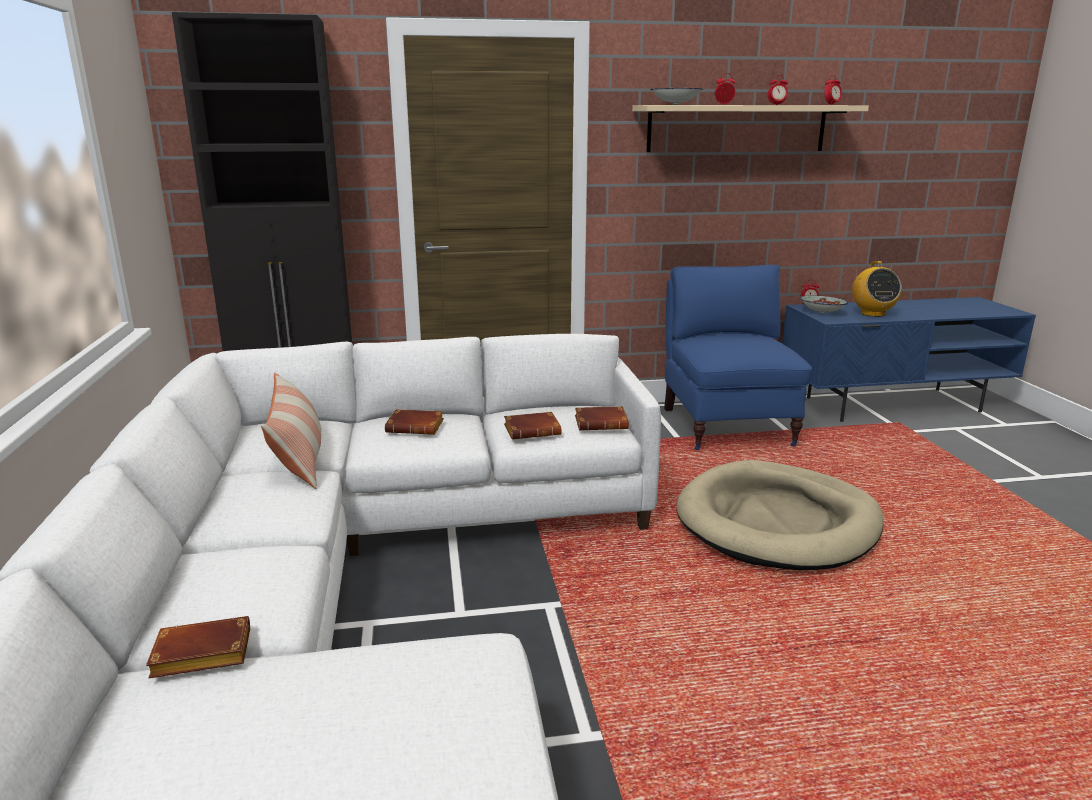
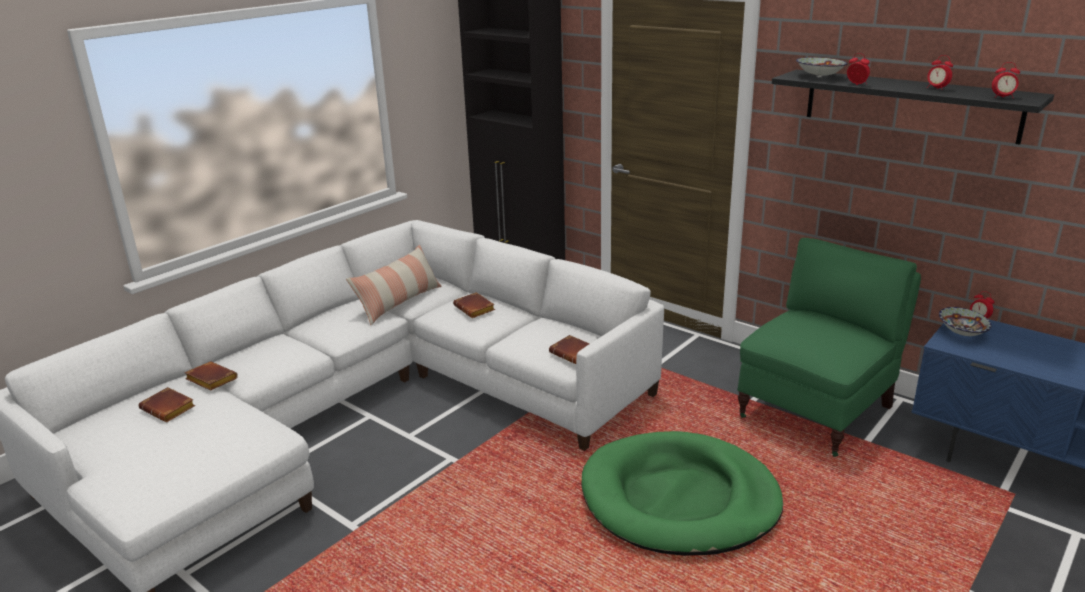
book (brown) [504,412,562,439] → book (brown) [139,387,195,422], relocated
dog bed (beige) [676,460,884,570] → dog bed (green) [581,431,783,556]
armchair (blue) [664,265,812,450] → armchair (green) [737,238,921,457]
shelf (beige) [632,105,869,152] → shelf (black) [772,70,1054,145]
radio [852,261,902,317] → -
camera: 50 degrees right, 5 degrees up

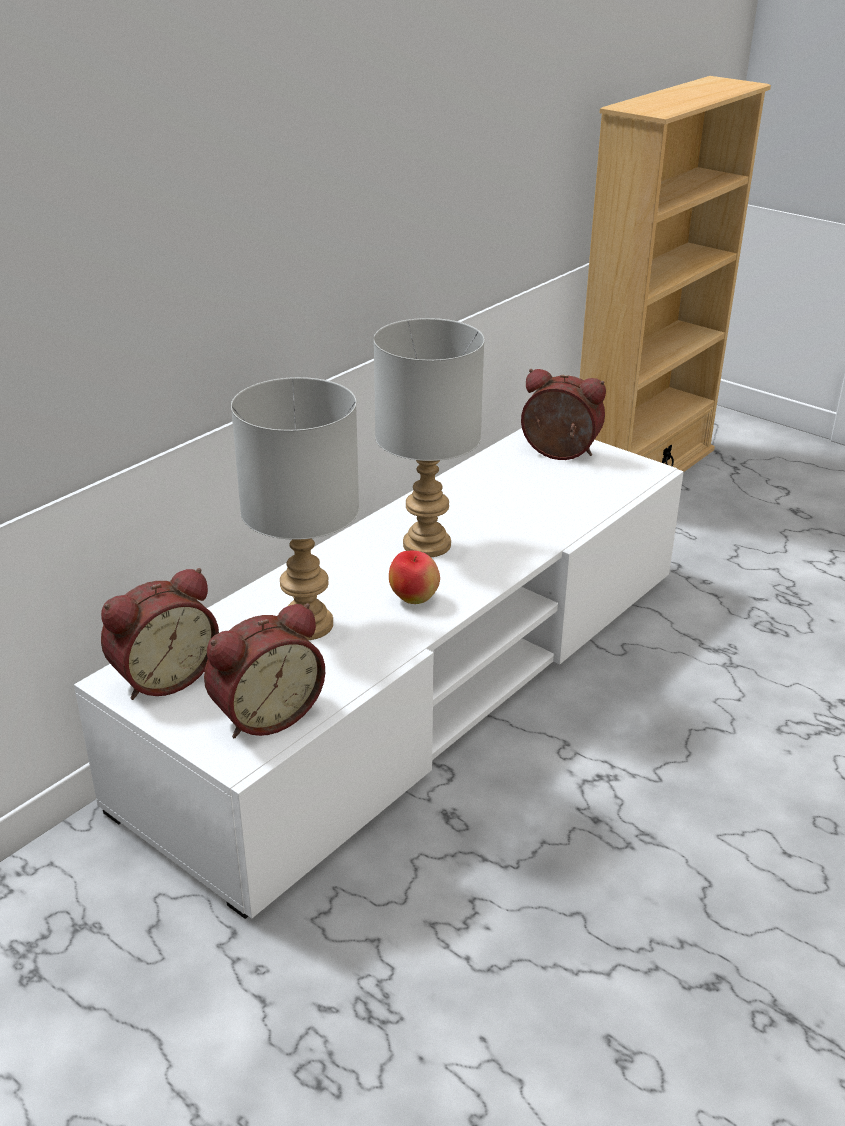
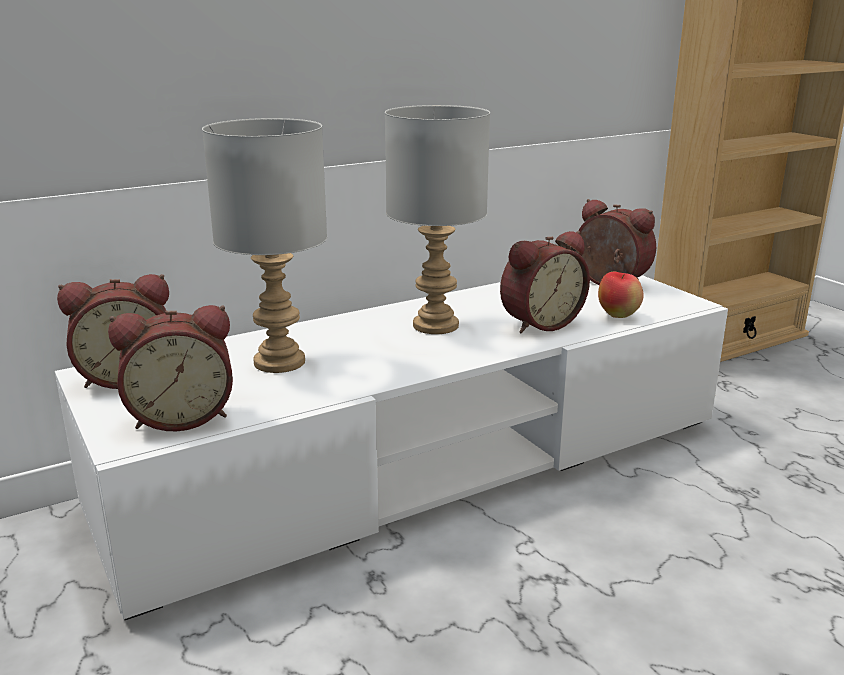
- → alarm clock [500,231,590,333]
apple [389,551,440,604] → apple [598,272,644,318], relocated
camera: 20 degrees right, 10 degrees down

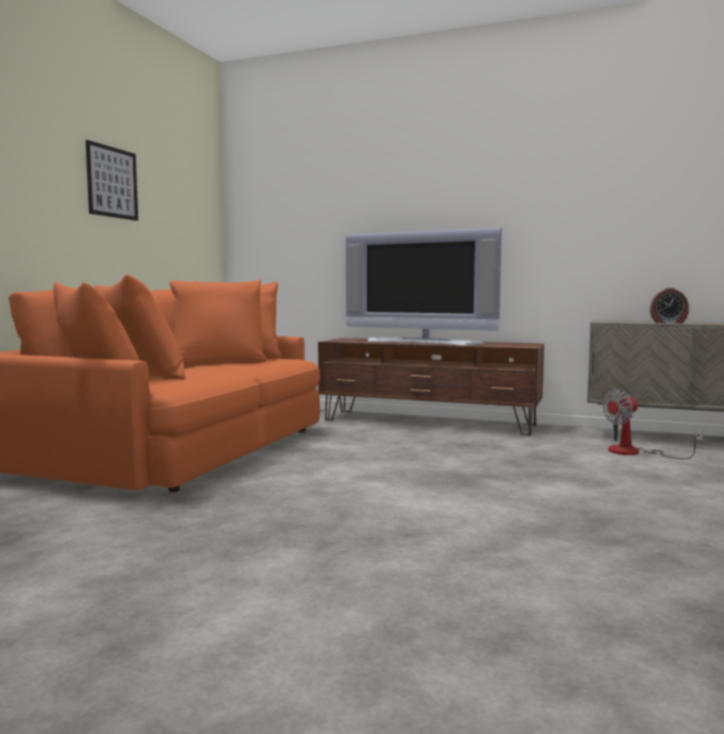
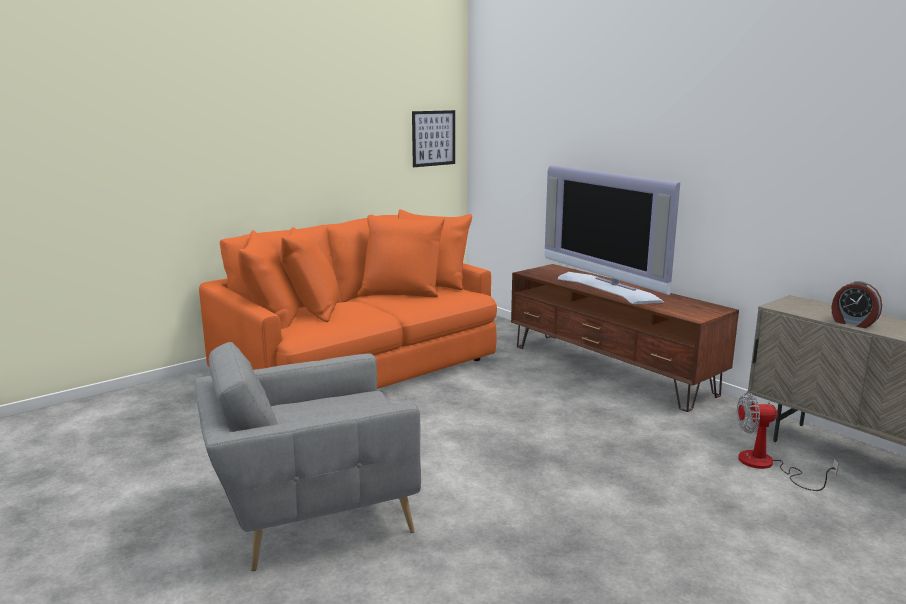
- → armchair (grey) [195,342,421,571]
picture [86,140,138,221] → picture [412,110,455,167], relocated
camera: 30 degrees right, 10 degrees up

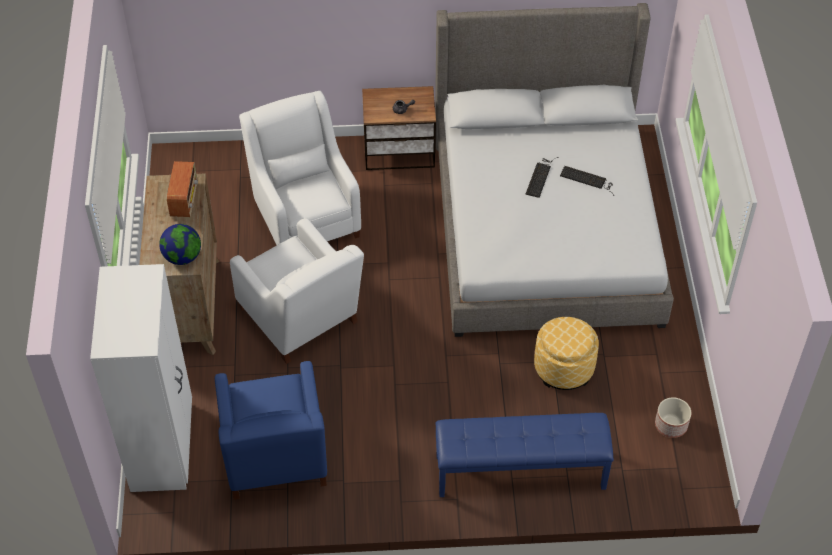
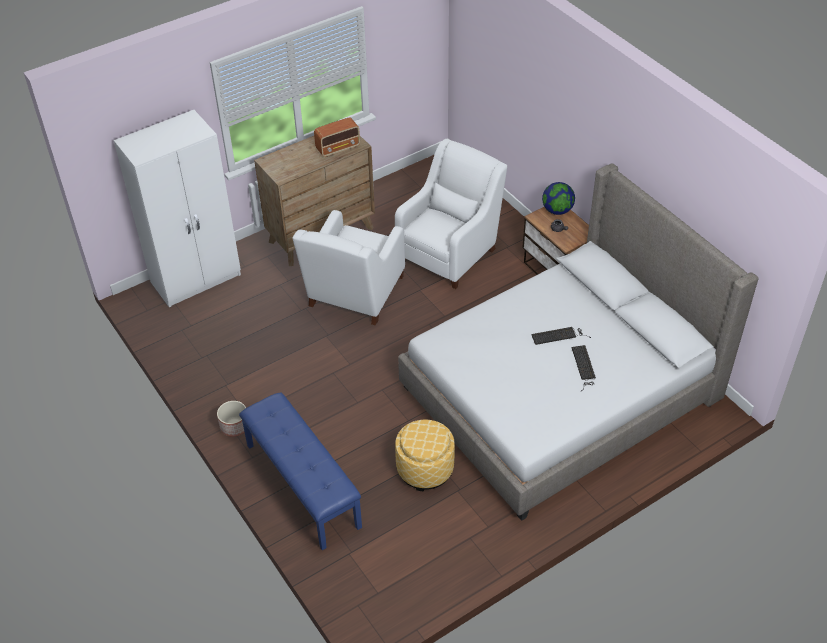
planter [655,397,691,438] → planter [217,401,246,437], relocated
globe [159,224,201,265] → globe [542,182,575,215], relocated
armchair (blue) [215,361,327,500] → -
camera: 60 degrees right, 5 degrees down

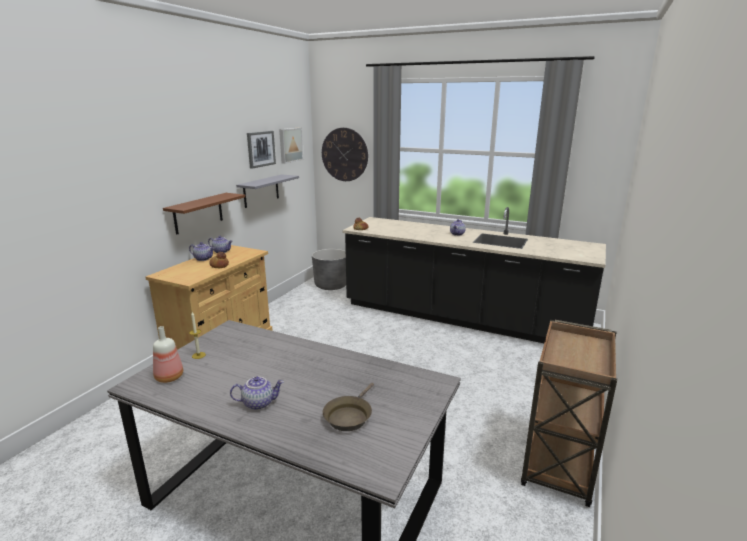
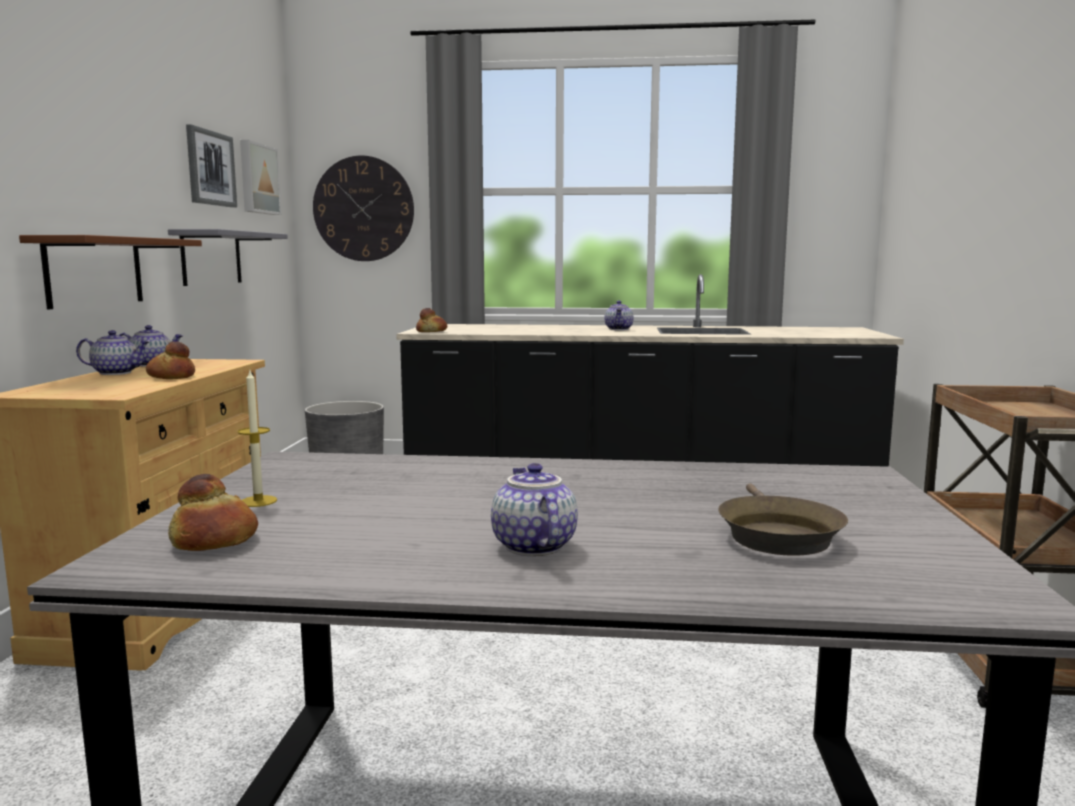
bottle [153,326,183,383] → bread [168,474,258,551]
teapot [230,376,284,410] → teapot [491,463,578,556], 75 degrees counterclockwise
camera: 20 degrees left, 10 degrees down

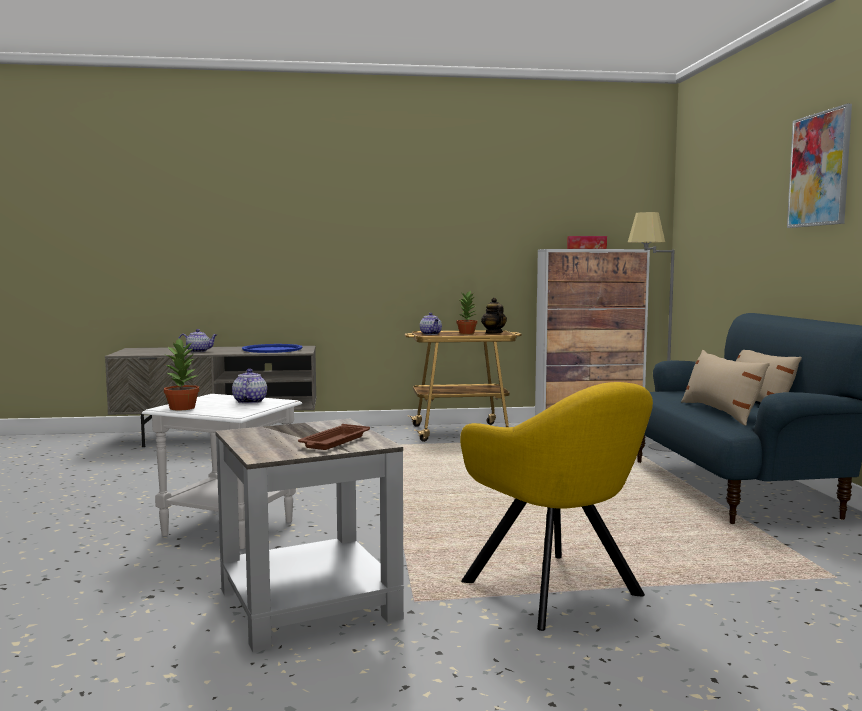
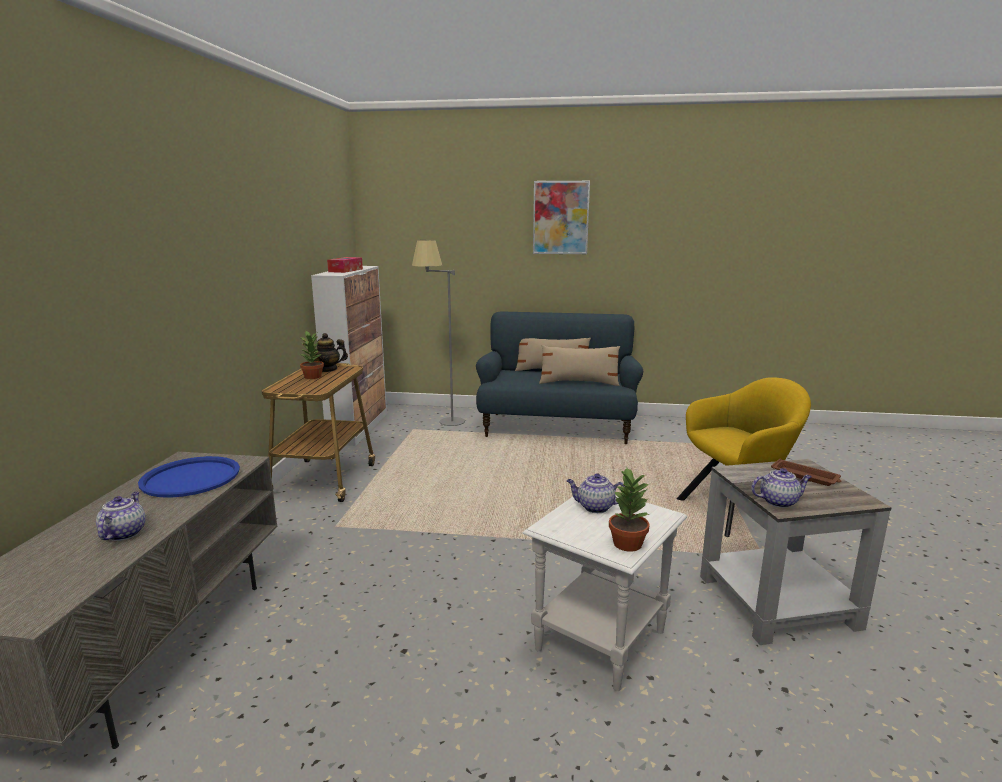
teapot [420,313,442,335] → teapot [751,468,812,508], relocated
camera: 75 degrees left, 10 degrees up

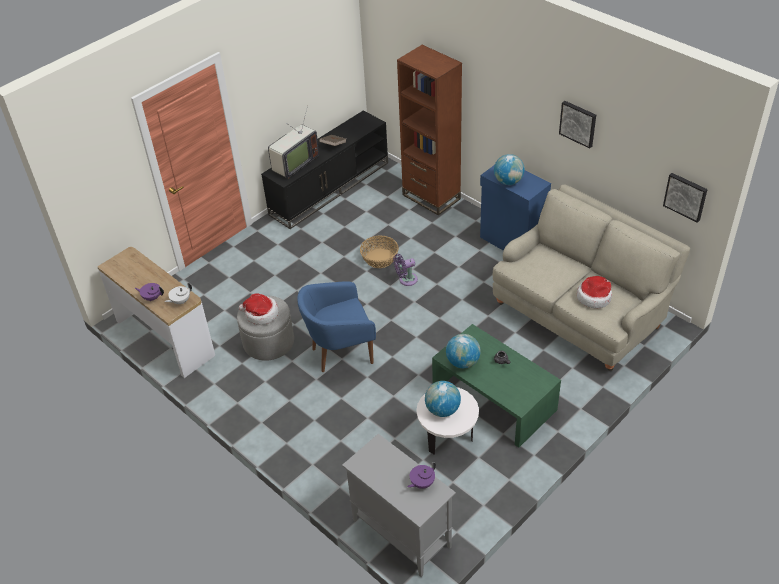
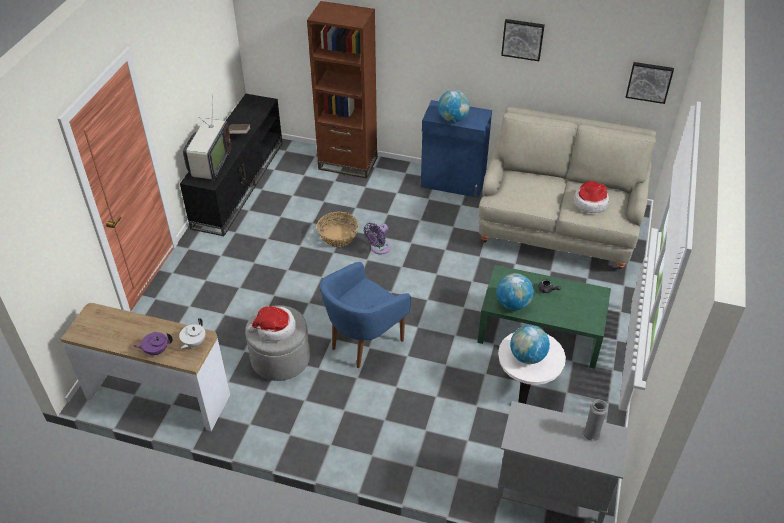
teapot (purple) [407,462,436,489] → vase (grey) [582,400,608,441]
camera: 30 degrees left, 0 degrees up

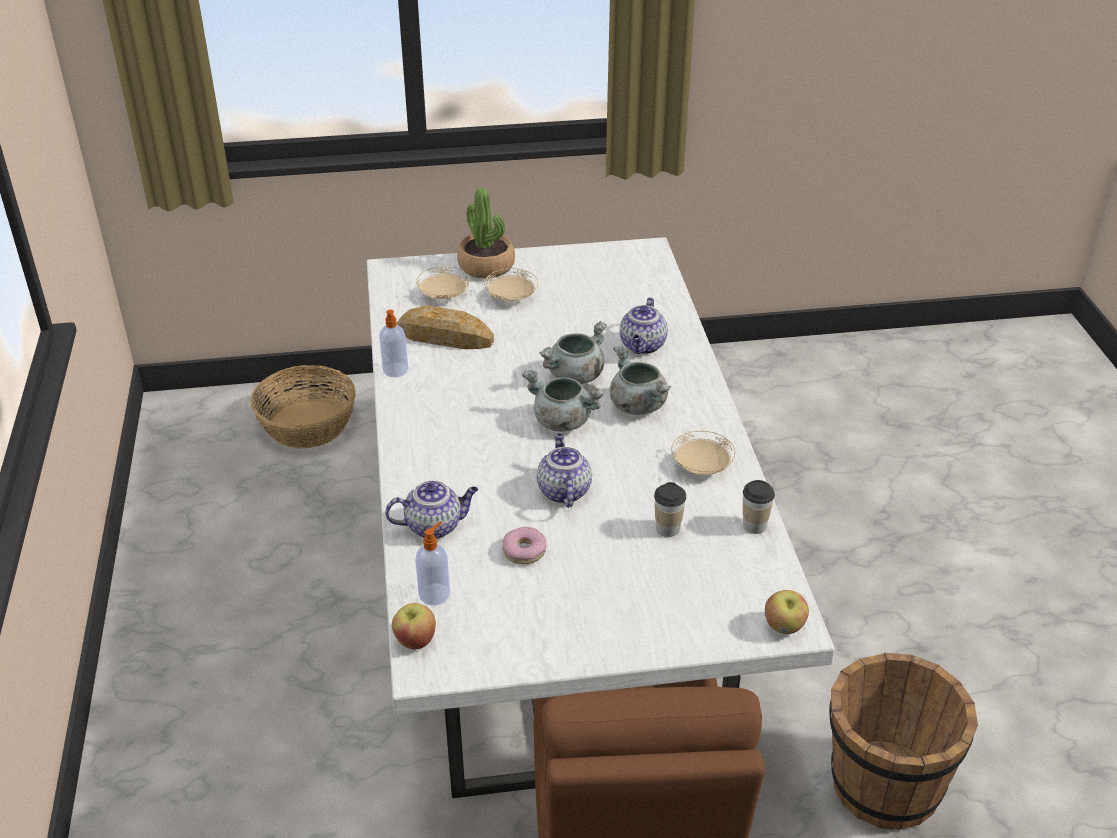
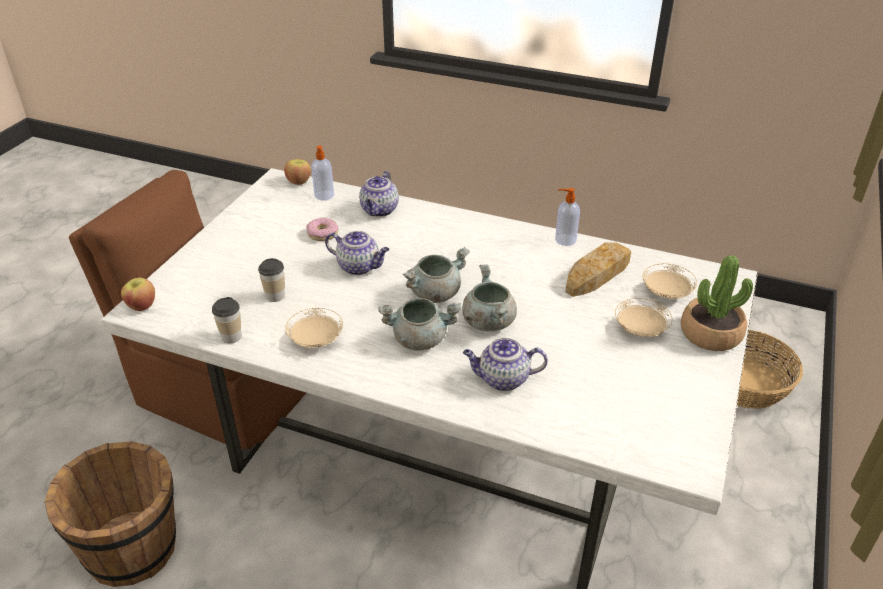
teapot [620,297,668,354] → teapot [463,338,548,391], 45 degrees counterclockwise
camera: 120 degrees right, 0 degrees up

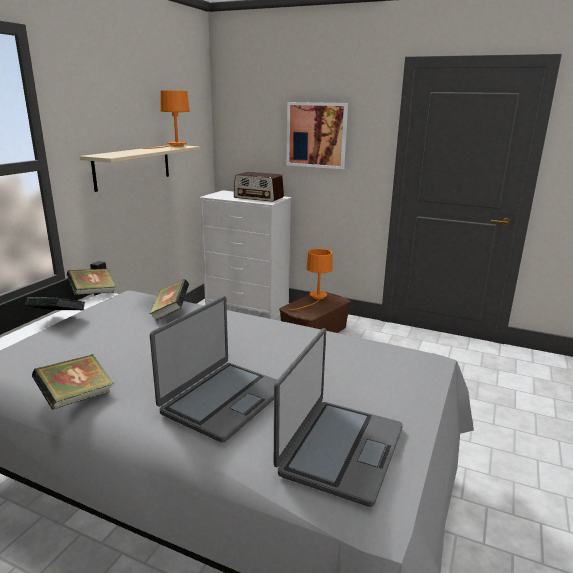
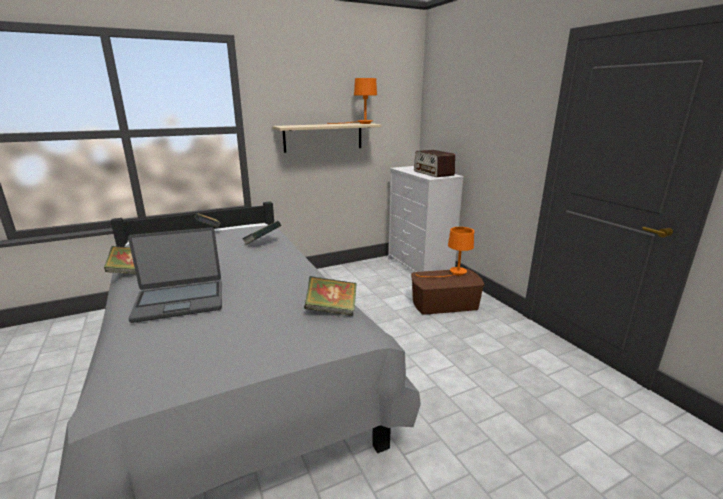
book [67,269,117,295] → book [304,276,357,316], relocated
laptop [274,328,403,507] → -
picture [287,102,348,169] → -
camera: 40 degrees right, 0 degrees up

